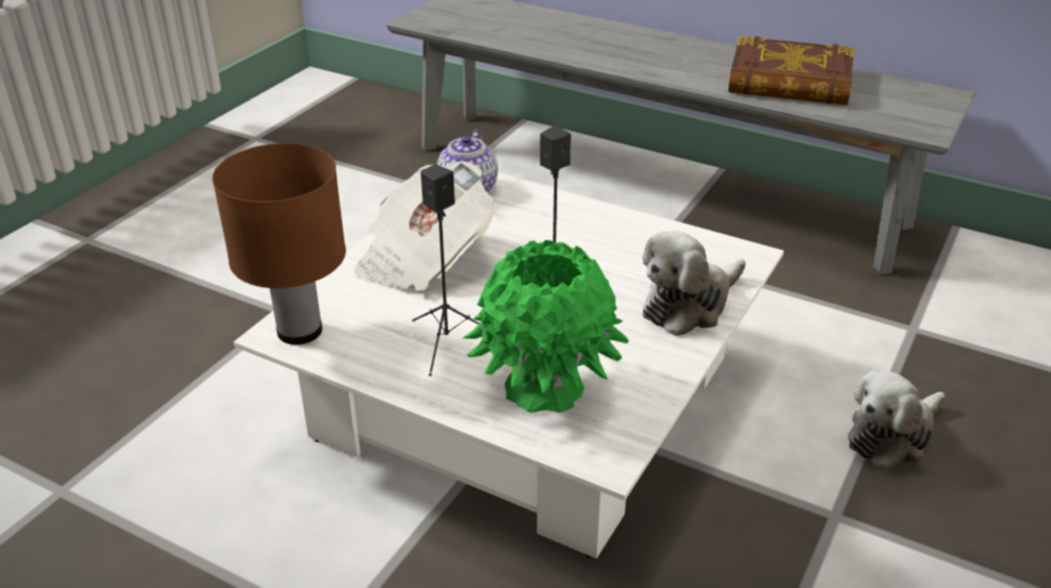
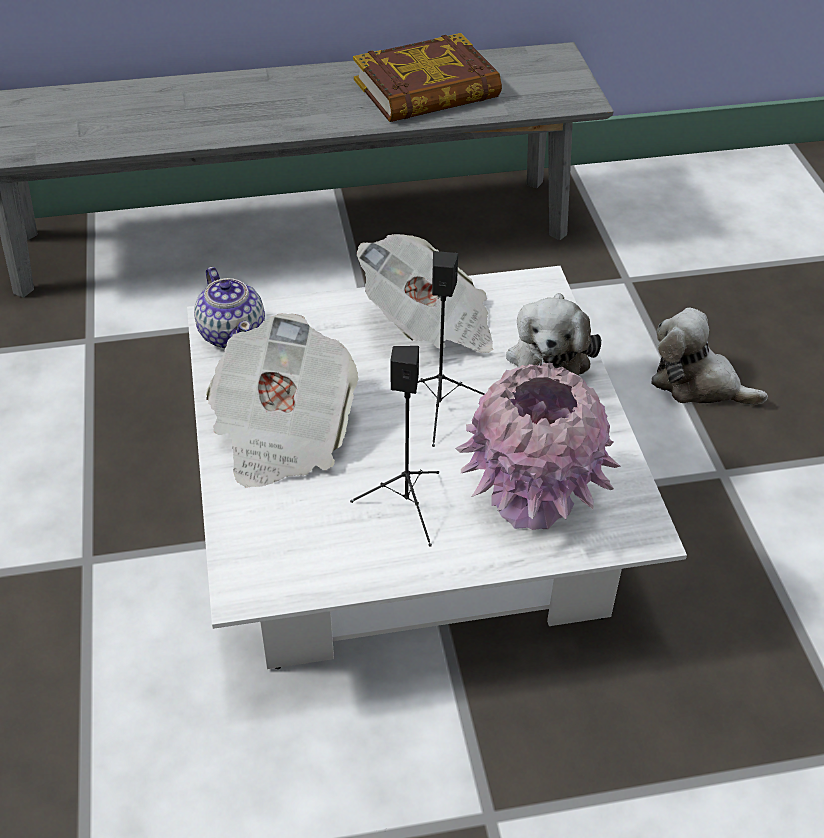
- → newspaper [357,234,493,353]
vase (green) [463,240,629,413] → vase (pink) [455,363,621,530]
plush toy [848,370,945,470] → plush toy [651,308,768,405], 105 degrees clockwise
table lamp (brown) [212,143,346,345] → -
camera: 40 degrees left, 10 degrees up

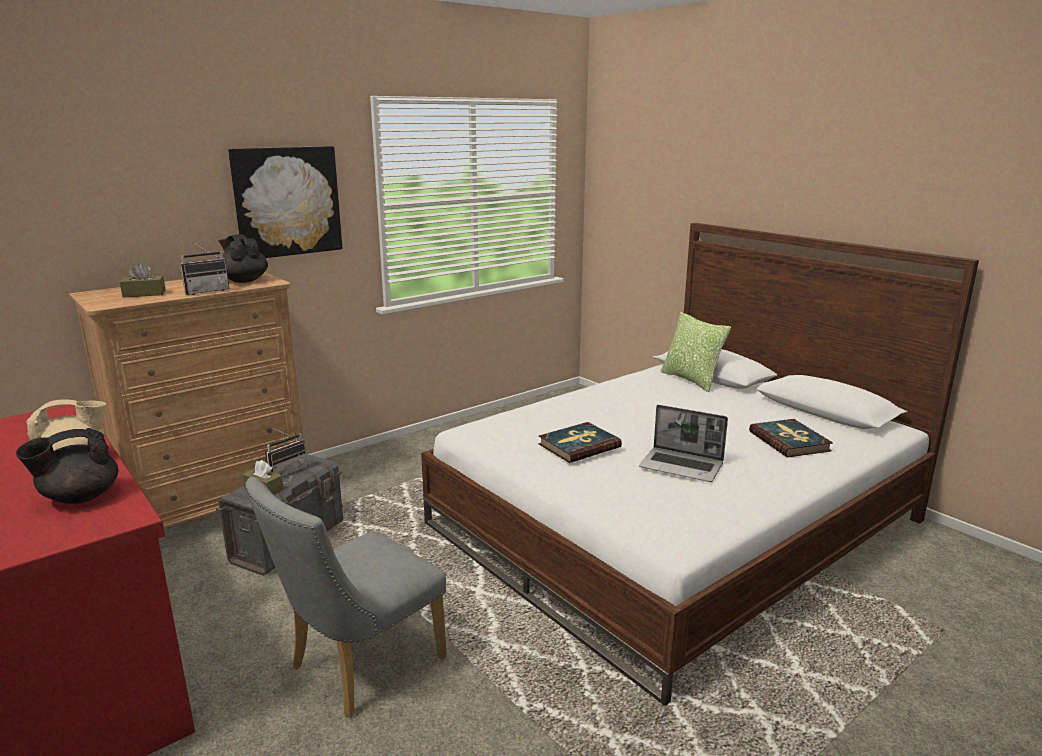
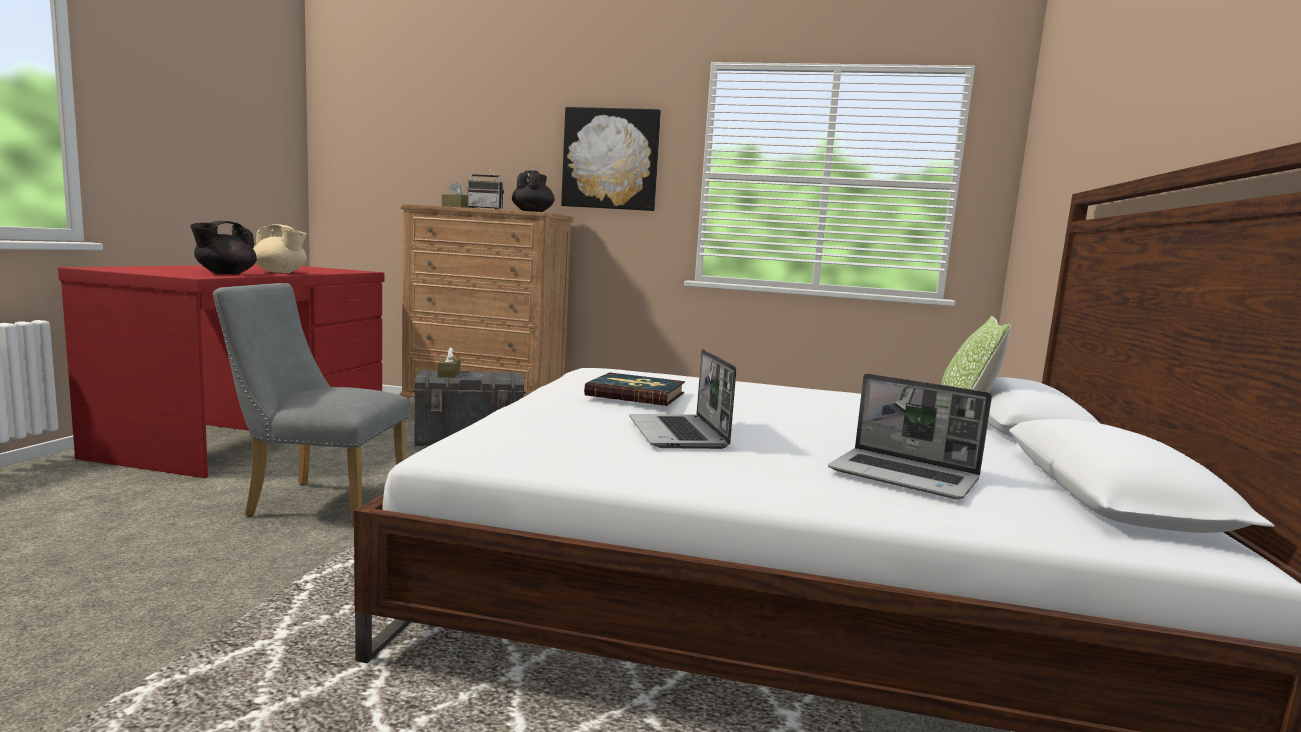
teapot (black) [16,428,118,504] → teapot (black) [190,221,257,274], 75 degrees counterclockwise
book [749,419,833,457] → laptop [828,374,992,499]
radio [265,427,308,477] → -
camera: 50 degrees right, 10 degrees down

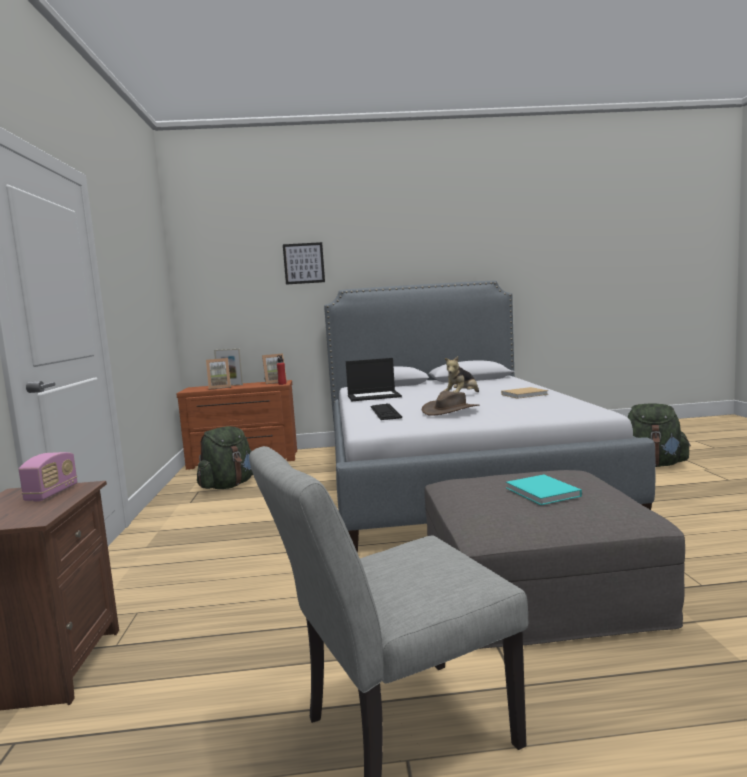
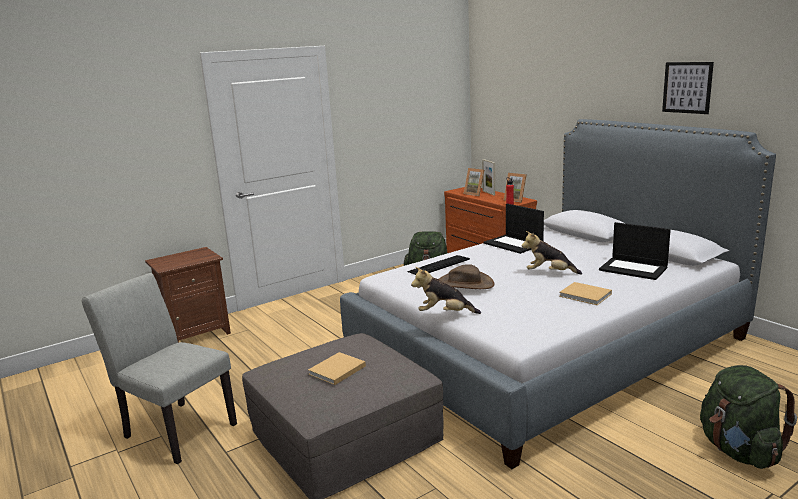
book (turquoise) [506,475,582,505] → book (beige) [308,352,366,385]
- → plush toy [411,267,481,314]
- → laptop [599,222,671,280]
picture [283,242,325,285] → picture [662,62,714,114], relocated
radio [19,452,77,501] → -
camera: 60 degrees right, 10 degrees up

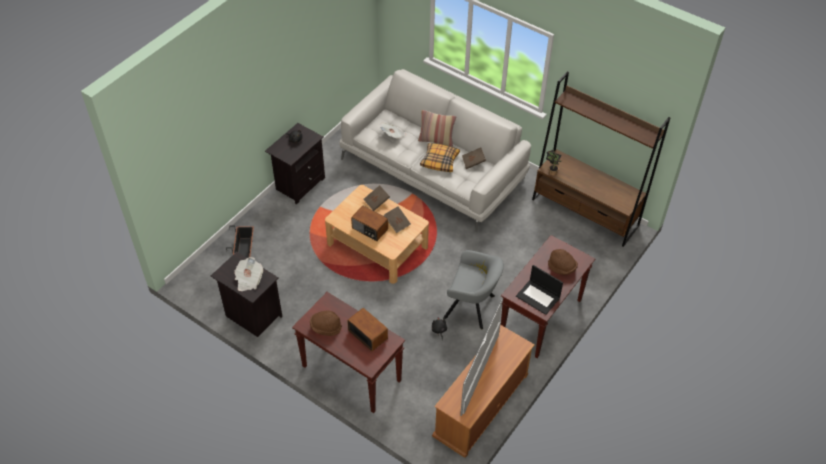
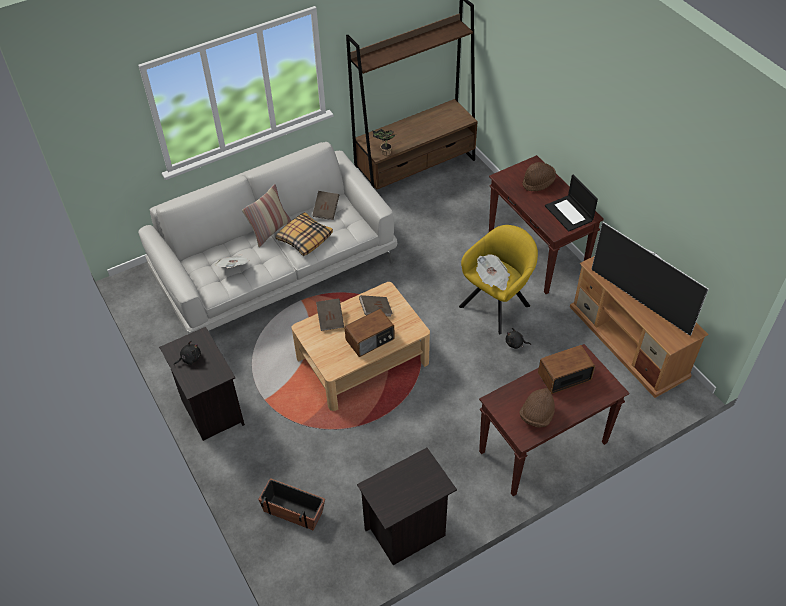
armchair (grey) [443,250,504,330] → armchair (yellow) [459,225,538,334]
newspaper [234,257,263,291] → newspaper [476,254,510,291], relocated
laptop [516,265,563,315] → laptop [545,175,598,232], 90 degrees clockwise
camera: 65 degrees left, 0 degrees up

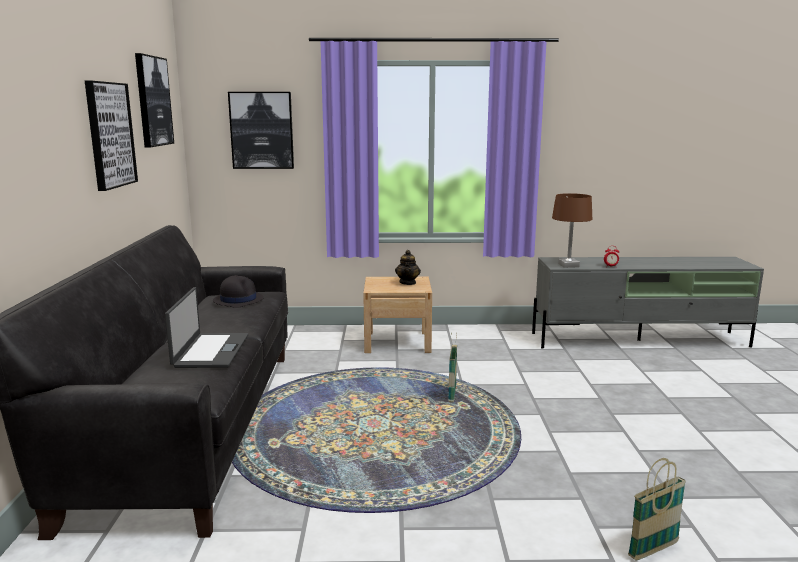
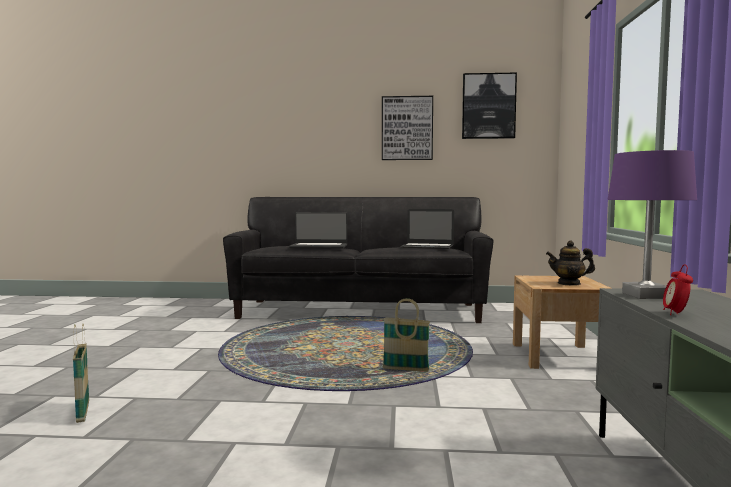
hat (black) [213,275,264,308] → laptop [400,209,454,249]
table lamp (brown) [552,193,592,268] → table lamp (purple) [608,150,697,299]
picture [228,92,294,169] → -
camera: 95 degrees right, 10 degrees down

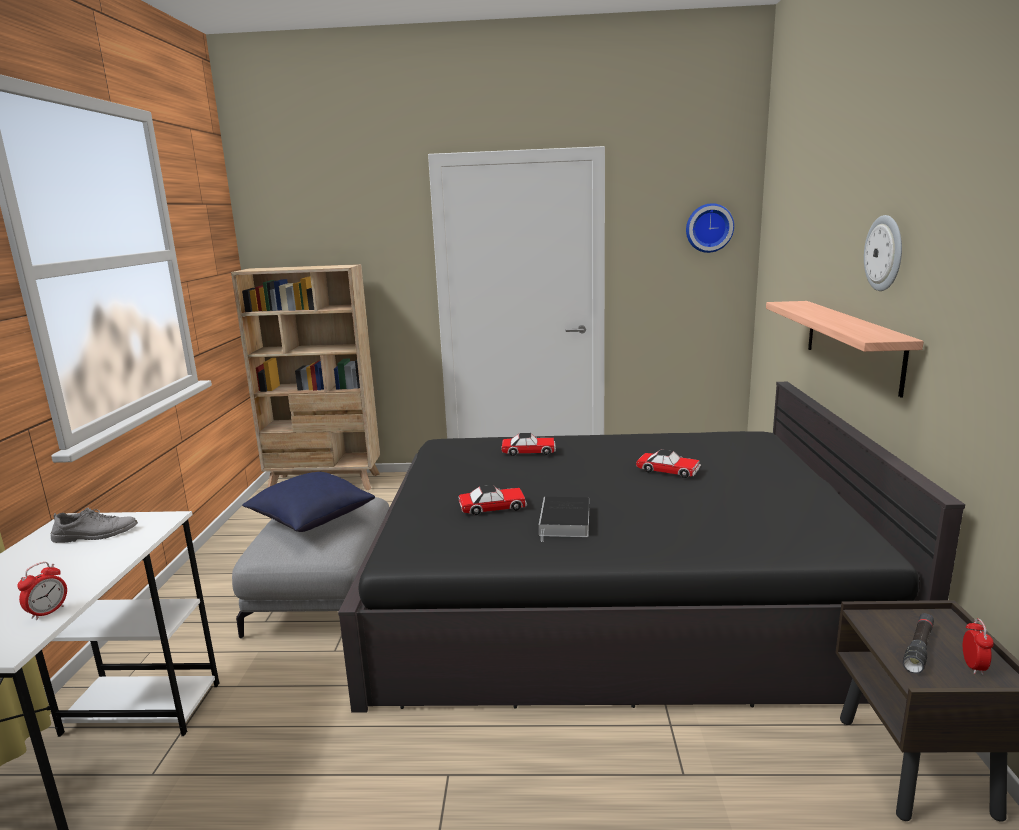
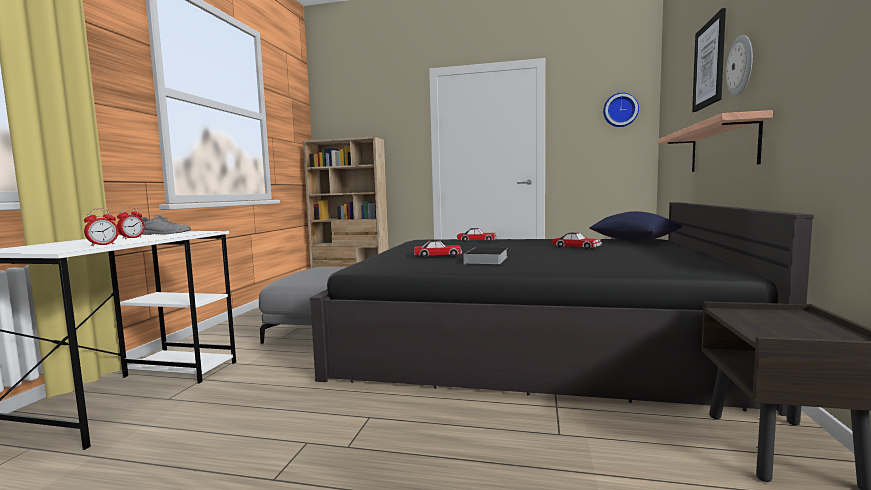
alarm clock [963,619,994,675] → alarm clock [117,207,145,239], relocated
pillow (blue) [242,472,375,532] → pillow (blue) [589,211,682,242], relocated
- → picture [692,8,726,112]
flashlight (black) [903,613,934,674] → -
camera: 10 degrees right, 10 degrees down

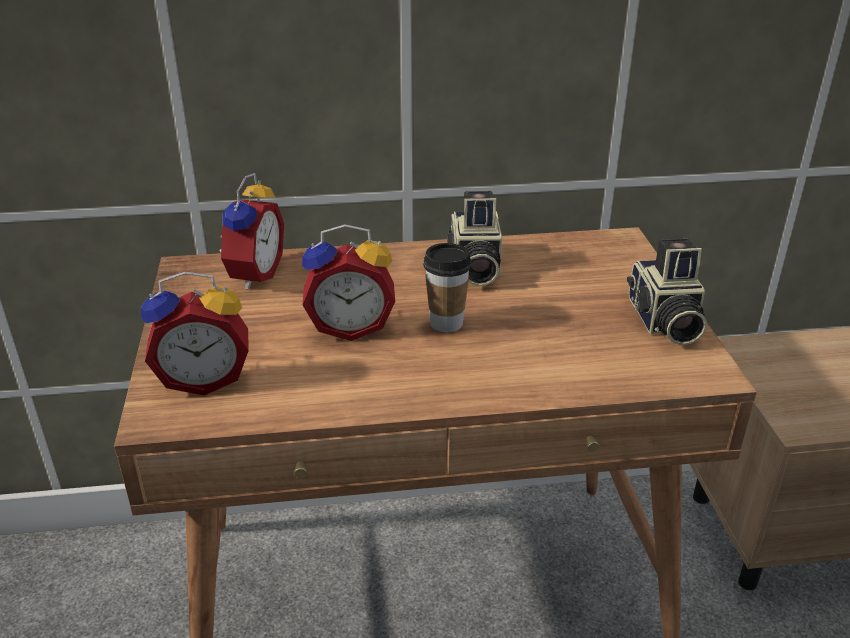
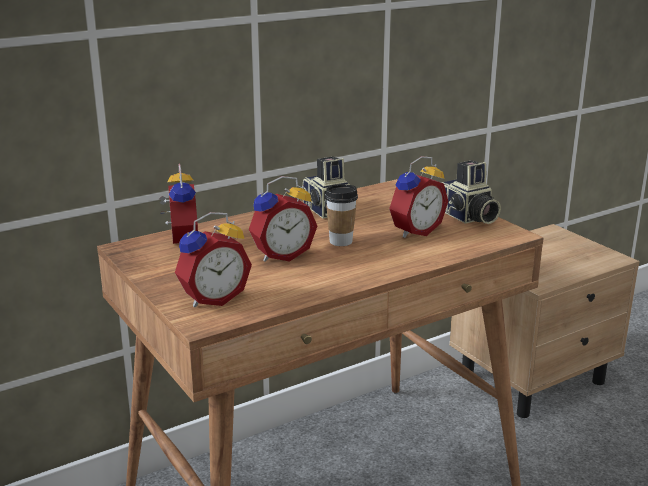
- → alarm clock [389,156,448,238]
camera: 25 degrees left, 10 degrees down

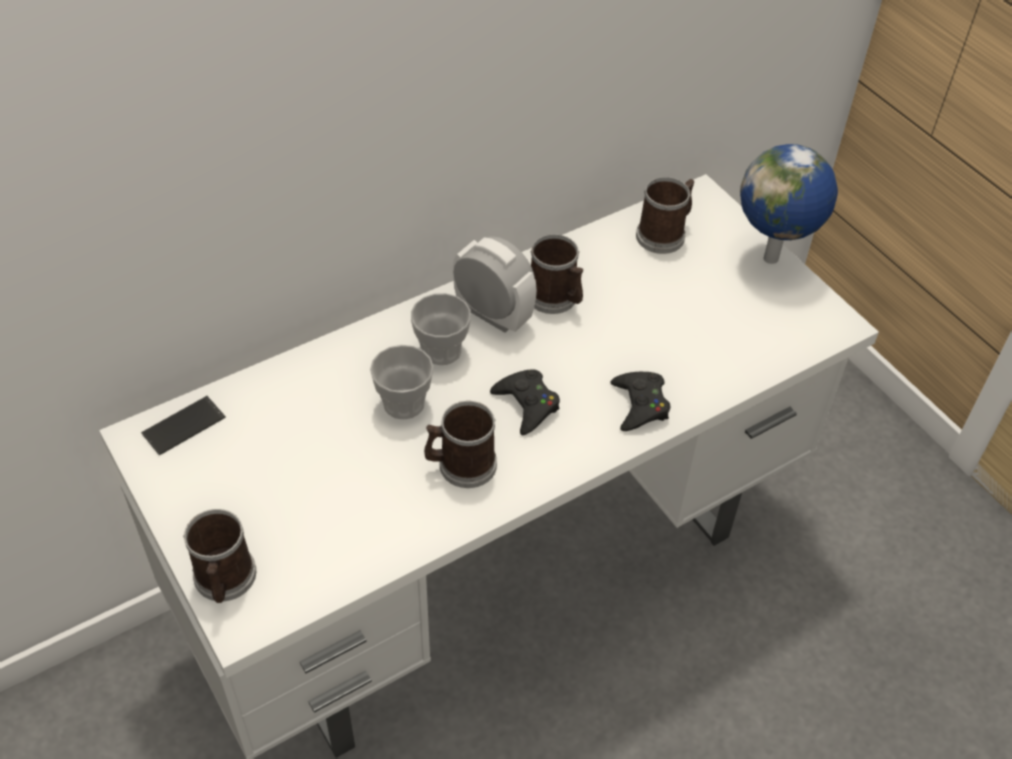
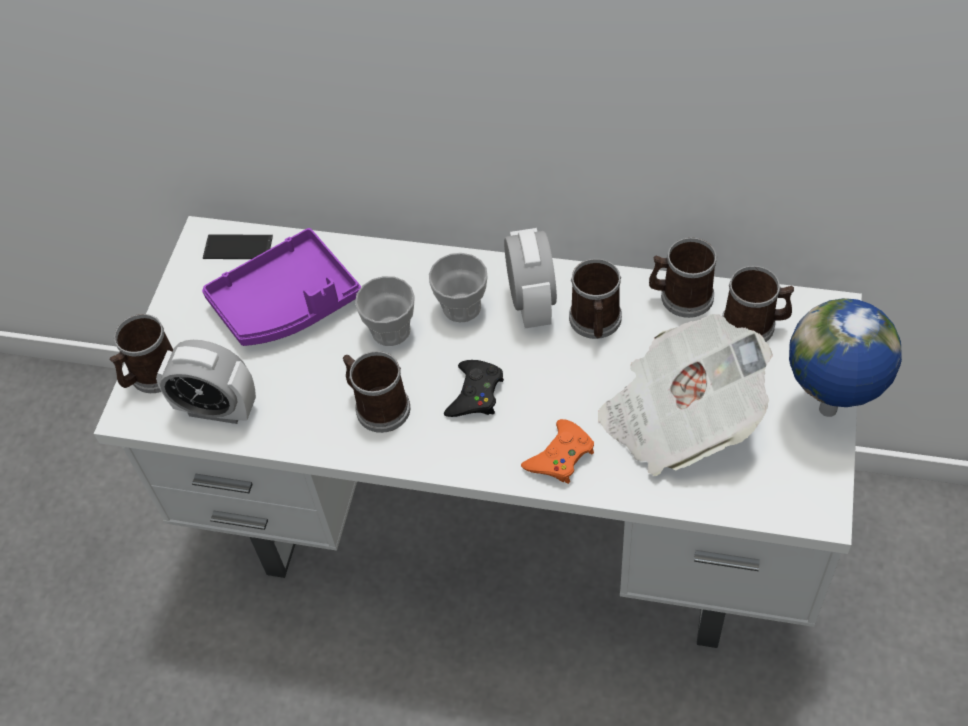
- → alarm clock [156,340,256,424]
- → tray (purple) [202,228,361,346]
game controller (black) [611,372,670,431] → game controller (orange) [521,419,594,484]
- → newspaper [598,314,773,476]
- → mug [649,238,717,318]
camera: 50 degrees right, 5 degrees up

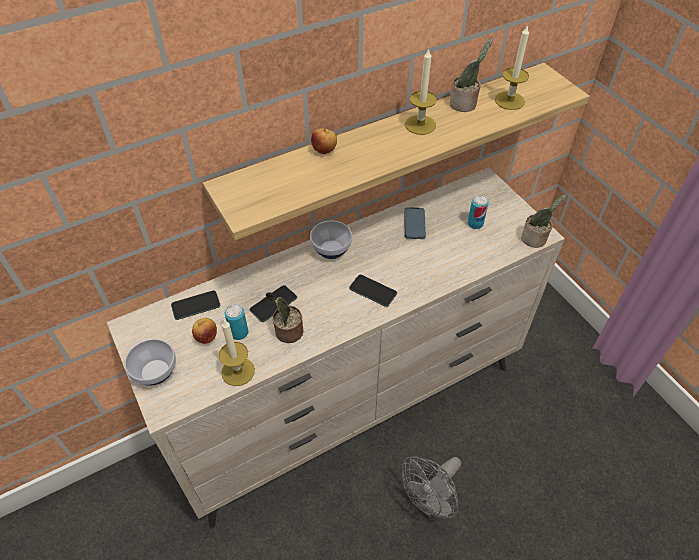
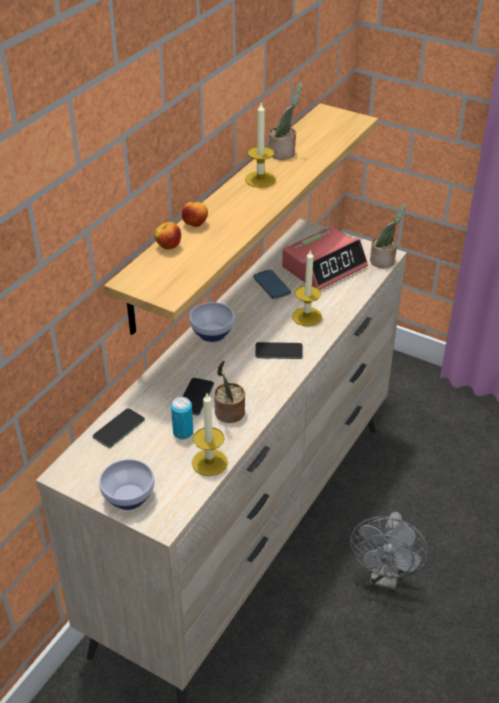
apple [192,318,217,344] → apple [154,222,181,250], relocated
can [468,195,489,229] → alarm clock [282,226,368,290]
candle [495,24,529,110] → candle [292,249,322,326], relocated
camera: 30 degrees left, 10 degrees down

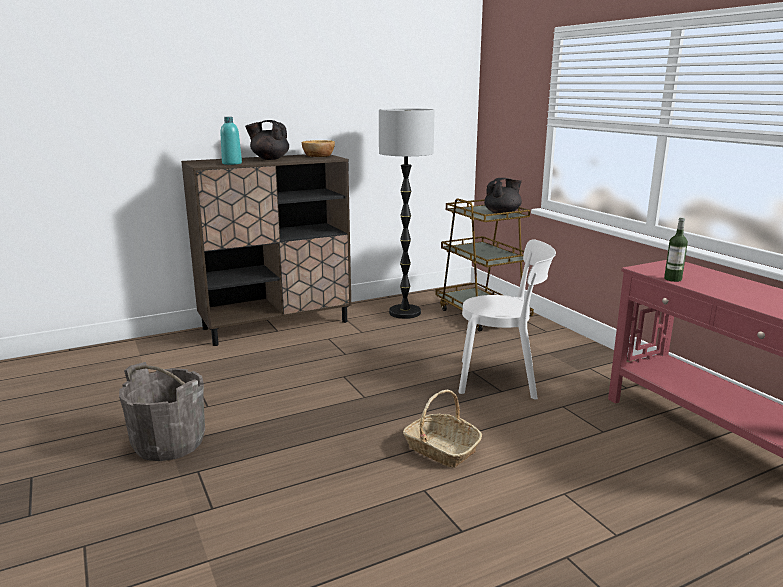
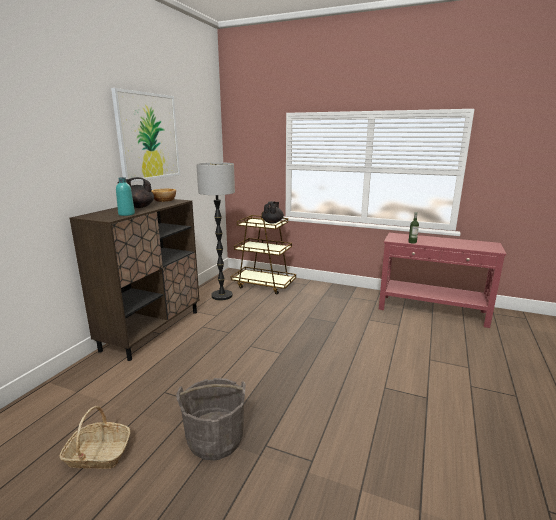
basket [403,390,482,468] → basket [59,406,130,469], relocated
- → picture [111,88,180,182]
chair (white) [458,239,556,399] → -
camera: 40 degrees left, 0 degrees up

